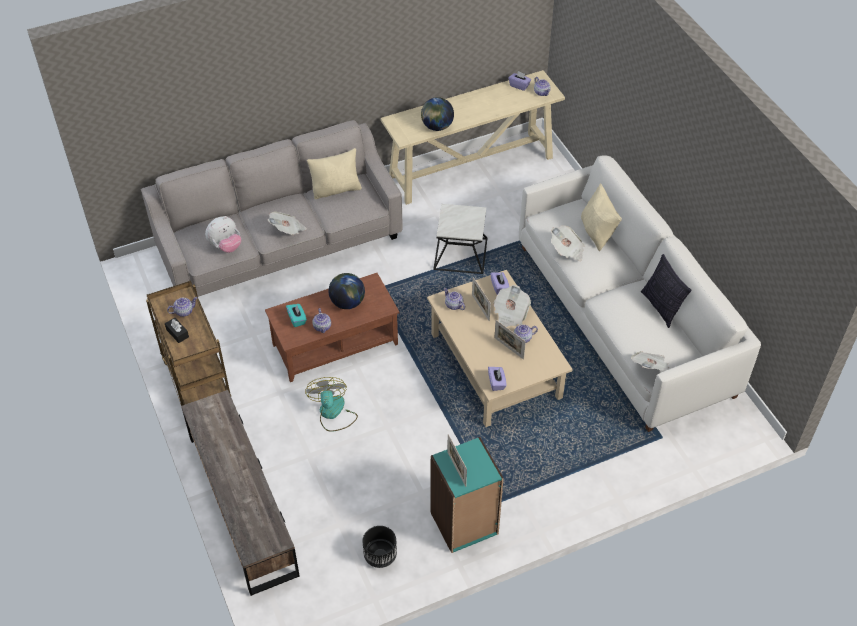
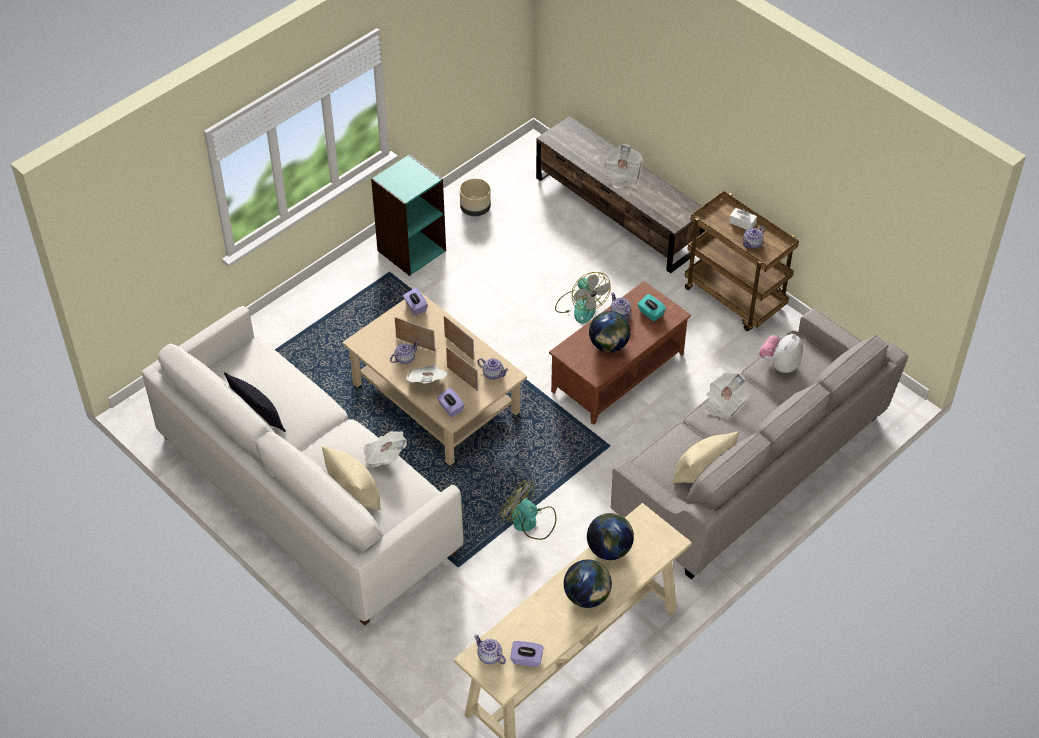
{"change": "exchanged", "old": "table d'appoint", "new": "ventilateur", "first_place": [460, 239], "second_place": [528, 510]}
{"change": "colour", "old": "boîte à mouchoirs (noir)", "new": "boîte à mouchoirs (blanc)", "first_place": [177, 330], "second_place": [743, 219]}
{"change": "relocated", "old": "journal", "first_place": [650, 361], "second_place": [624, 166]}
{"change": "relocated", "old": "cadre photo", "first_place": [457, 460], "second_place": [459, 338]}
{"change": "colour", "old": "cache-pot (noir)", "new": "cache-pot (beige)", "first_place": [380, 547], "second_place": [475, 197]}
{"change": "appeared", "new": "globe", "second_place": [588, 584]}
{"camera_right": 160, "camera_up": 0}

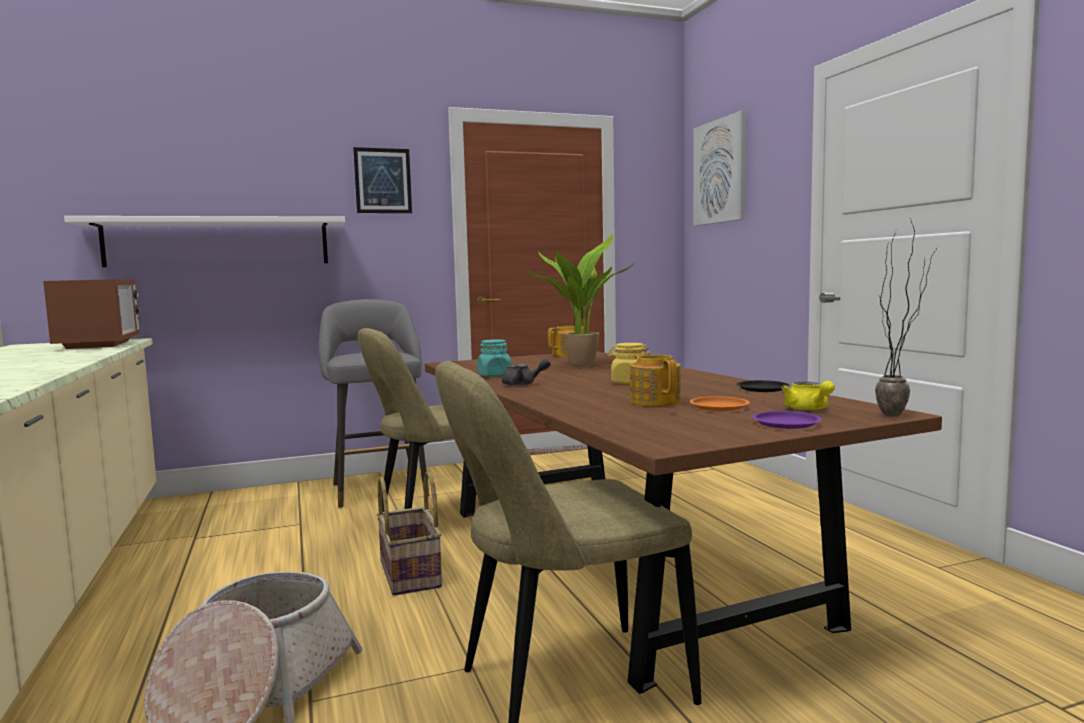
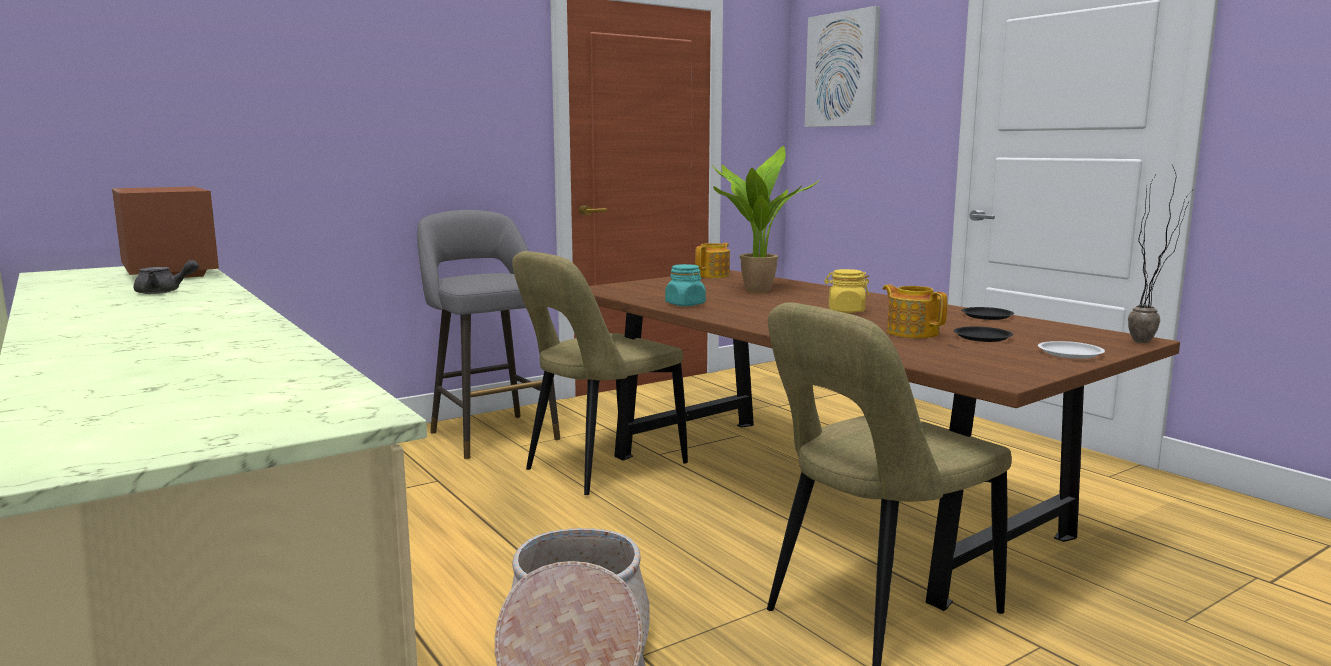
{"change": "missing", "old": "tableau", "first_place": [382, 180]}
{"change": "missing", "old": "étagère (blanc)", "first_place": [204, 241]}
{"change": "relocated", "old": "théière (gris)", "first_place": [526, 372], "second_place": [166, 277]}
{"change": "missing", "old": "théière (jaune)", "first_place": [808, 395]}
{"change": "colour", "old": "assiette (orange)", "new": "assiette (noir)", "first_place": [720, 403], "second_place": [983, 334]}
{"change": "colour", "old": "assiette (violet)", "new": "assiette (blanc)", "first_place": [787, 420], "second_place": [1071, 350]}
{"change": "missing", "old": "panier", "first_place": [409, 533]}
{"camera_right": -15, "camera_up": 5}

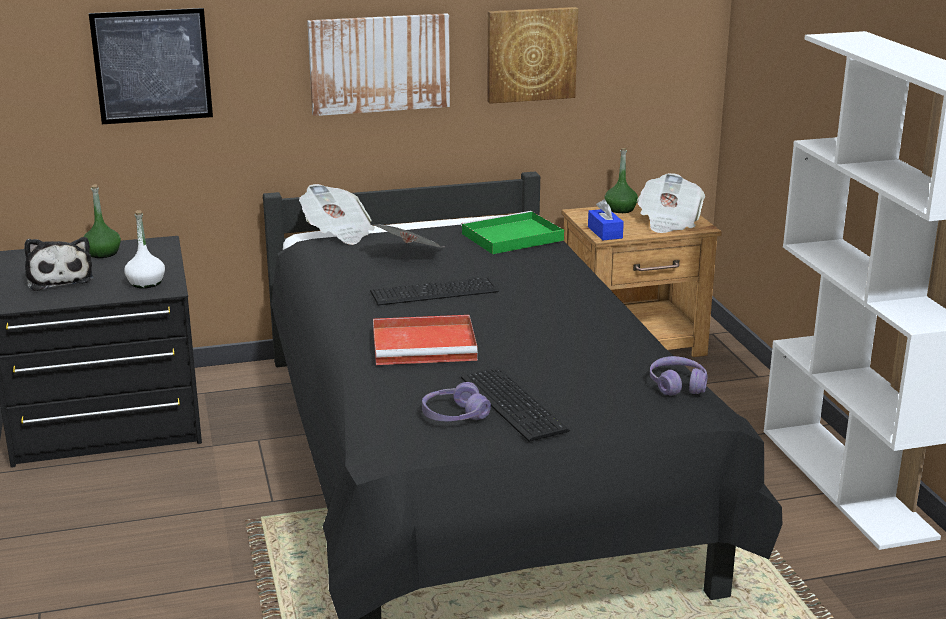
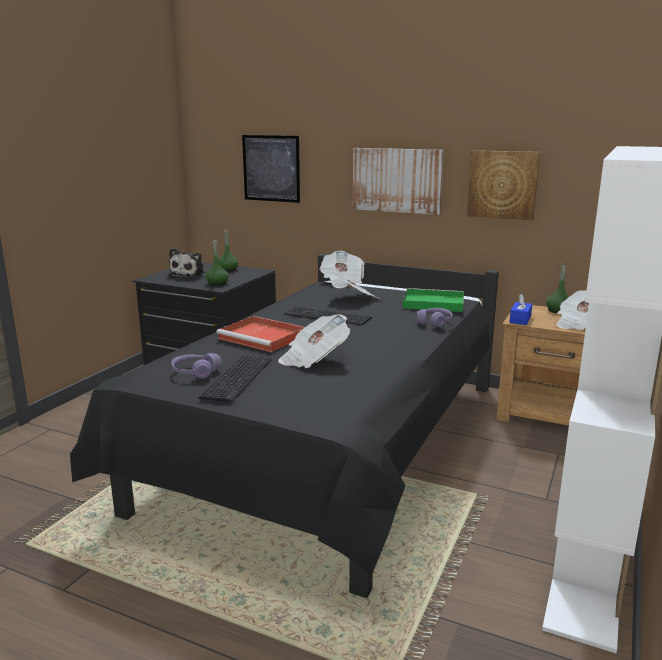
{"change": "colour", "old": "bouteille (blanc)", "new": "bouteille (vert)", "first_place": [144, 249], "second_place": [217, 263]}
{"change": "relocated", "old": "casque audio (violet)", "first_place": [678, 376], "second_place": [435, 317]}
{"change": "appeared", "new": "journal", "second_place": [314, 341]}
{"camera_right": 40, "camera_up": -5}

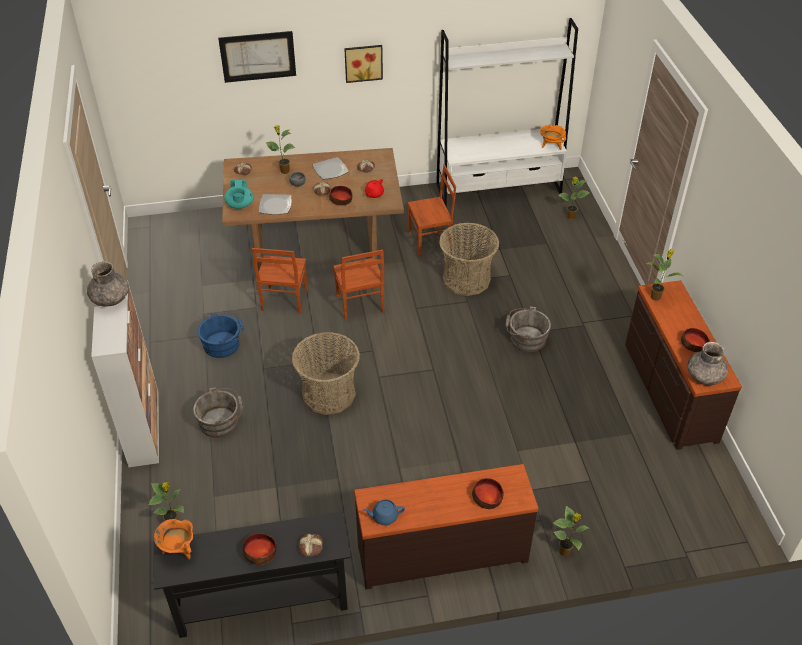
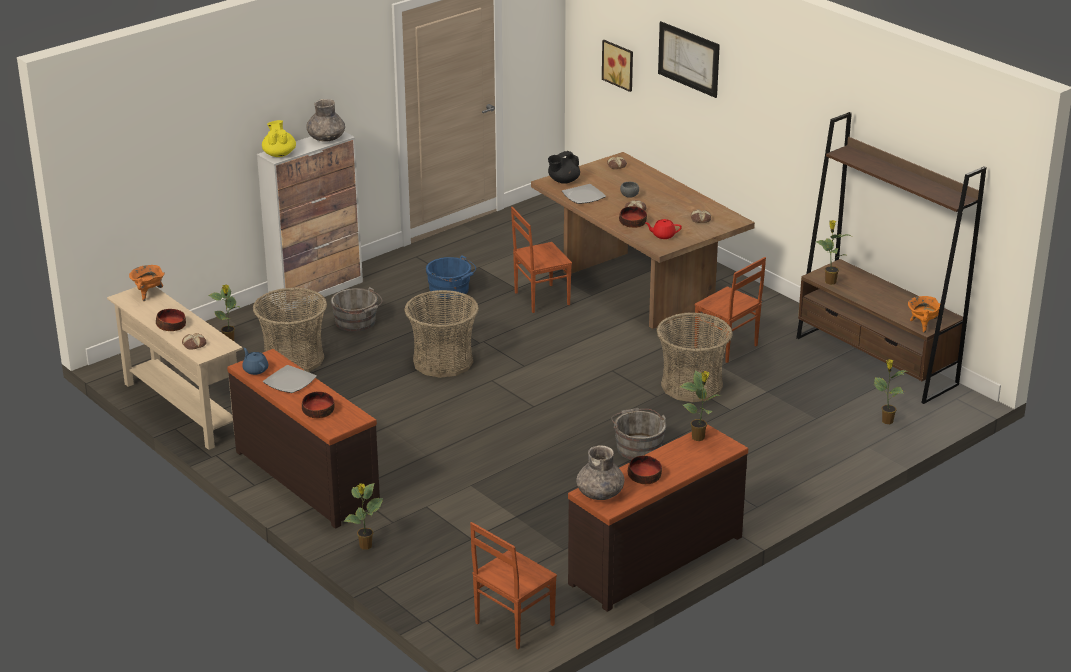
{"change": "colour", "old": "bibliothèque (blanc)", "new": "bibliothèque (marron)", "first_place": [507, 112], "second_place": [891, 258]}
{"change": "relocated", "old": "tableau", "first_place": [363, 64], "second_place": [617, 66]}
{"change": "relocated", "old": "plante en pot", "first_place": [281, 149], "second_place": [833, 252]}
{"change": "relocated", "old": "assiette", "first_place": [331, 168], "second_place": [290, 379]}
{"change": "colour", "old": "théière (turquoise)", "new": "théière (noir)", "first_place": [239, 194], "second_place": [564, 167]}
{"change": "relocated", "old": "chaise (marron)", "first_place": [358, 285], "second_place": [513, 585]}
{"change": "colour", "old": "table console (noir)", "new": "table console (beige)", "first_place": [252, 574], "second_place": [175, 368]}
{"change": "appeared", "new": "théière (jaune)", "second_place": [279, 138]}
{"change": "appeared", "new": "panier", "second_place": [290, 329]}
{"camera_right": 60, "camera_up": -15}

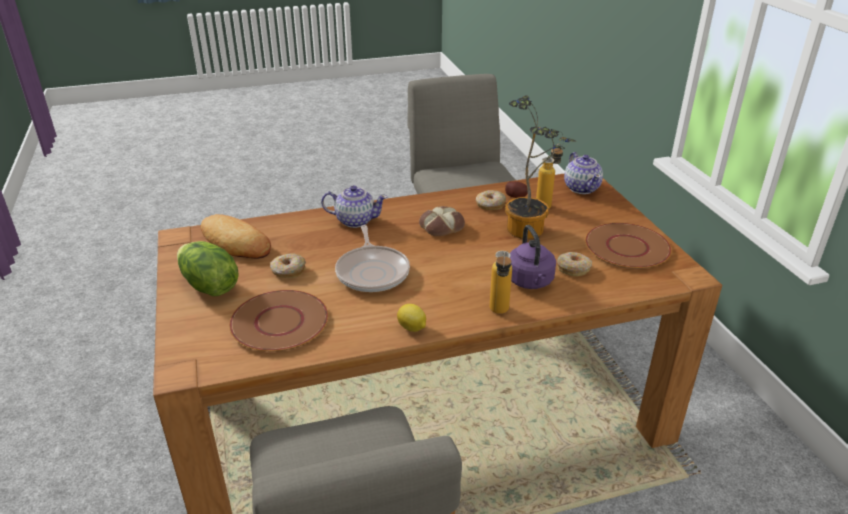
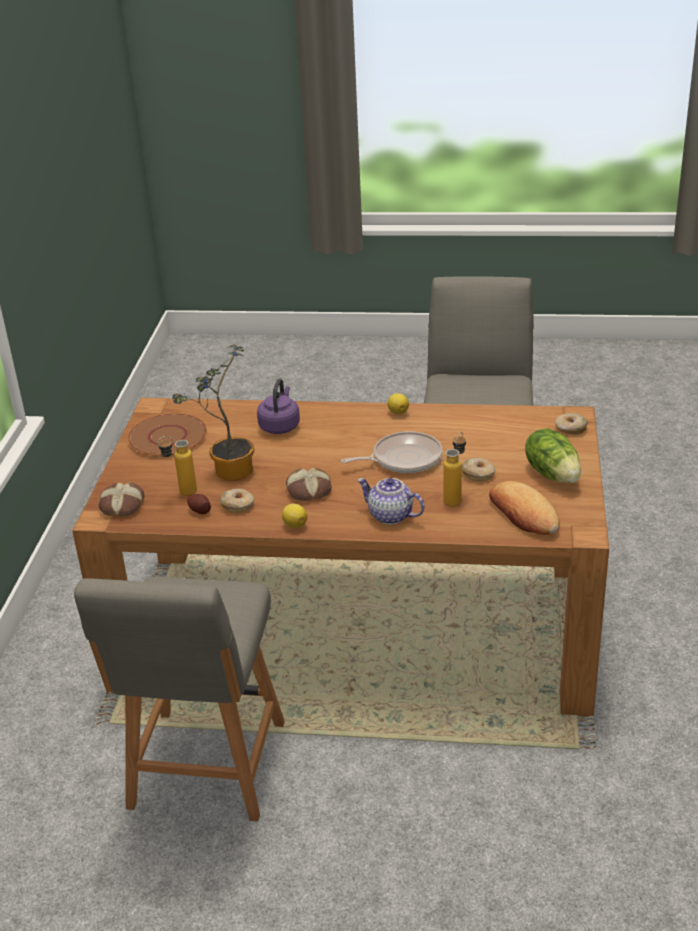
{"change": "exchanged", "old": "théière", "new": "pain", "first_place": [583, 173], "second_place": [121, 499]}
{"change": "spun", "old": "poêle", "first_place": [372, 258], "second_place": [392, 452], "degrees": 60}
{"change": "relocated", "old": "bouteille", "first_place": [501, 282], "second_place": [454, 469]}
{"change": "relocated", "old": "beignet", "first_place": [574, 264], "second_place": [571, 424]}
{"change": "missing", "old": "assiette (marron)", "first_place": [278, 321]}
{"change": "appeared", "new": "citron", "second_place": [294, 516]}
{"camera_right": -155, "camera_up": 0}

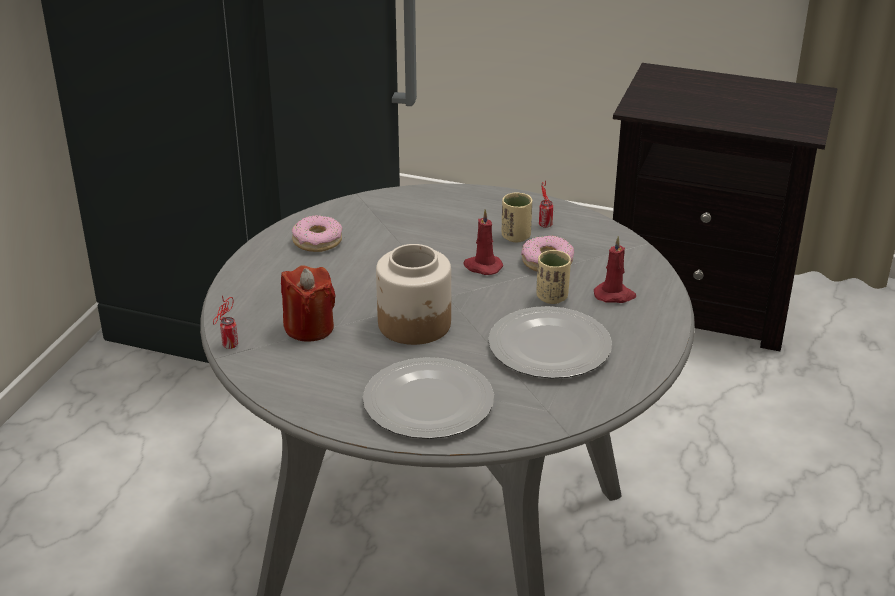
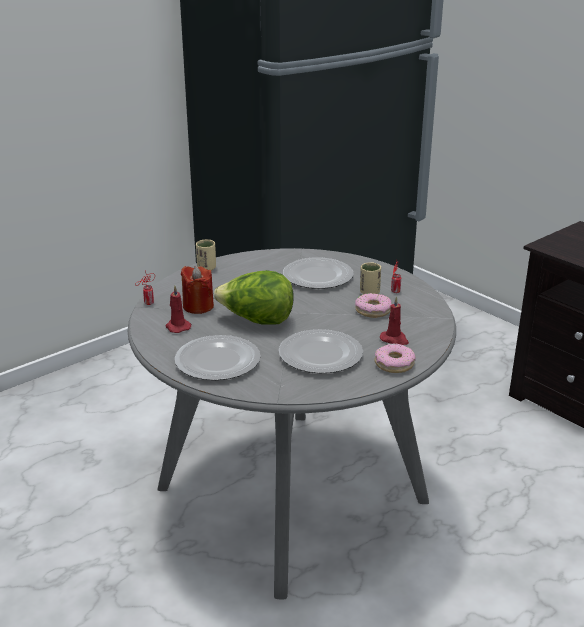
{"change": "relocated", "old": "bougie (rouge)", "first_place": [483, 242], "second_place": [178, 309]}
{"change": "relocated", "old": "beignet", "first_place": [317, 233], "second_place": [395, 358]}
{"change": "exchanged", "old": "bocal", "new": "laitue", "first_place": [413, 294], "second_place": [254, 297]}
{"change": "relocated", "old": "tasse (beige)", "first_place": [553, 277], "second_place": [206, 255]}
{"change": "appeared", "new": "assiette", "second_place": [318, 273]}
{"camera_right": 30, "camera_up": -5}

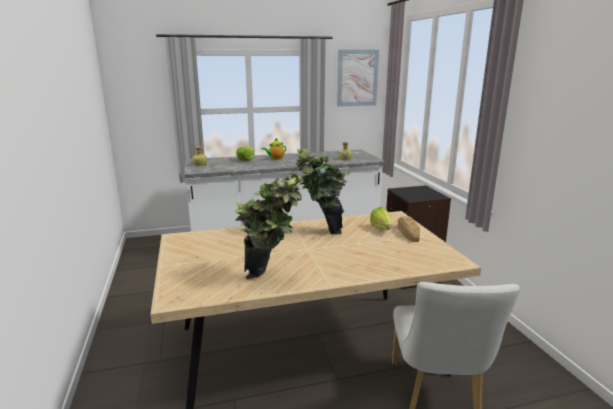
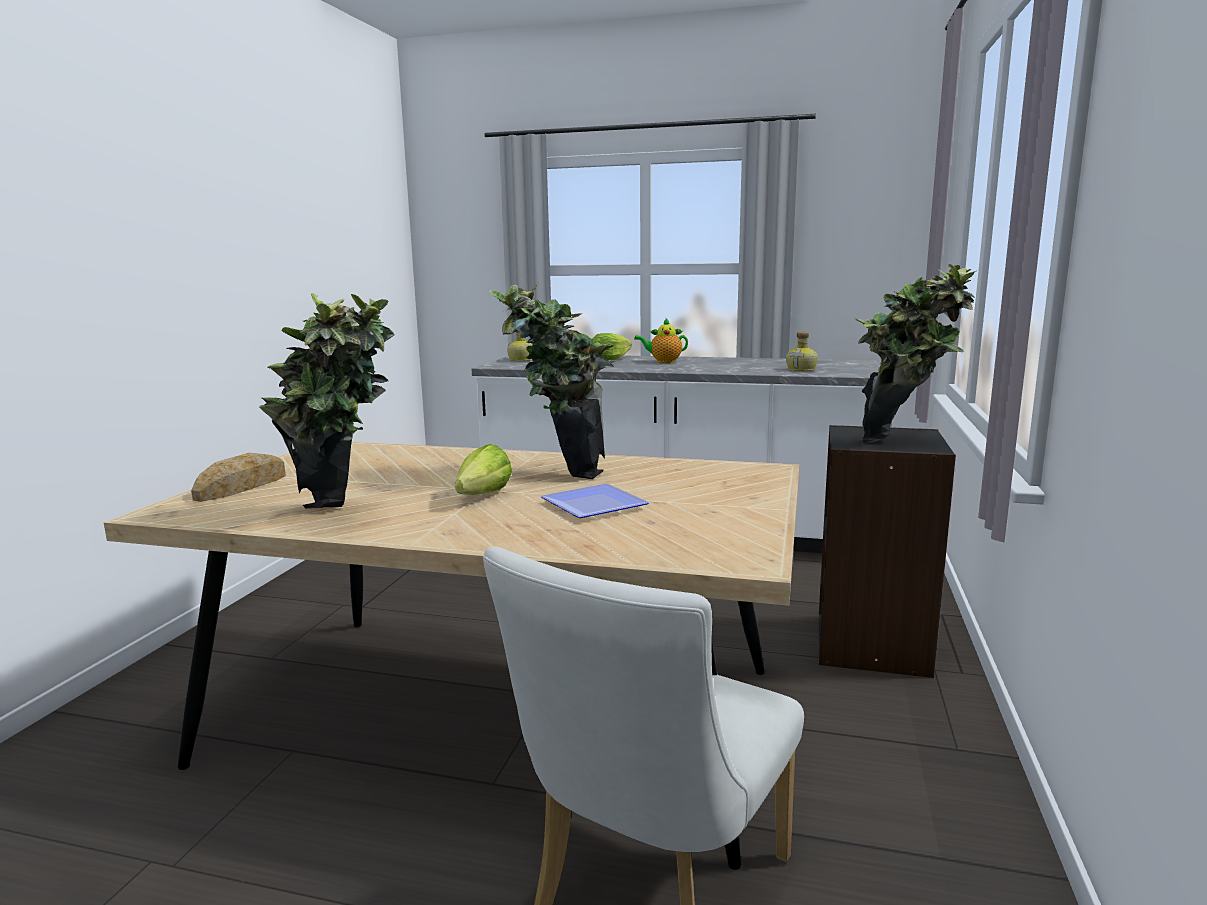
{"change": "missing", "old": "tableau", "first_place": [358, 78]}
{"change": "relocated", "old": "laitue", "first_place": [381, 218], "second_place": [483, 469]}
{"change": "relocated", "old": "pain", "first_place": [409, 229], "second_place": [238, 477]}
{"change": "appeared", "new": "plante en pot", "second_place": [915, 353]}
{"change": "appeared", "new": "assiette", "second_place": [595, 501]}
{"camera_right": 30, "camera_up": -5}

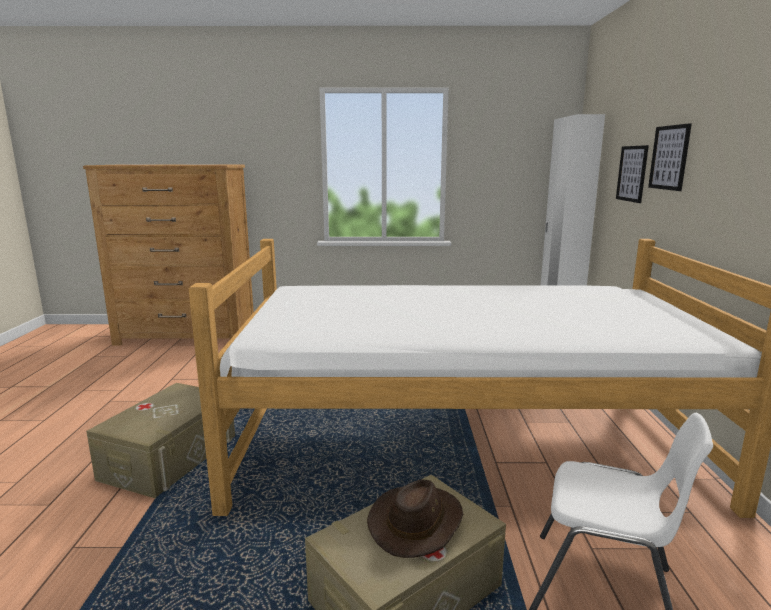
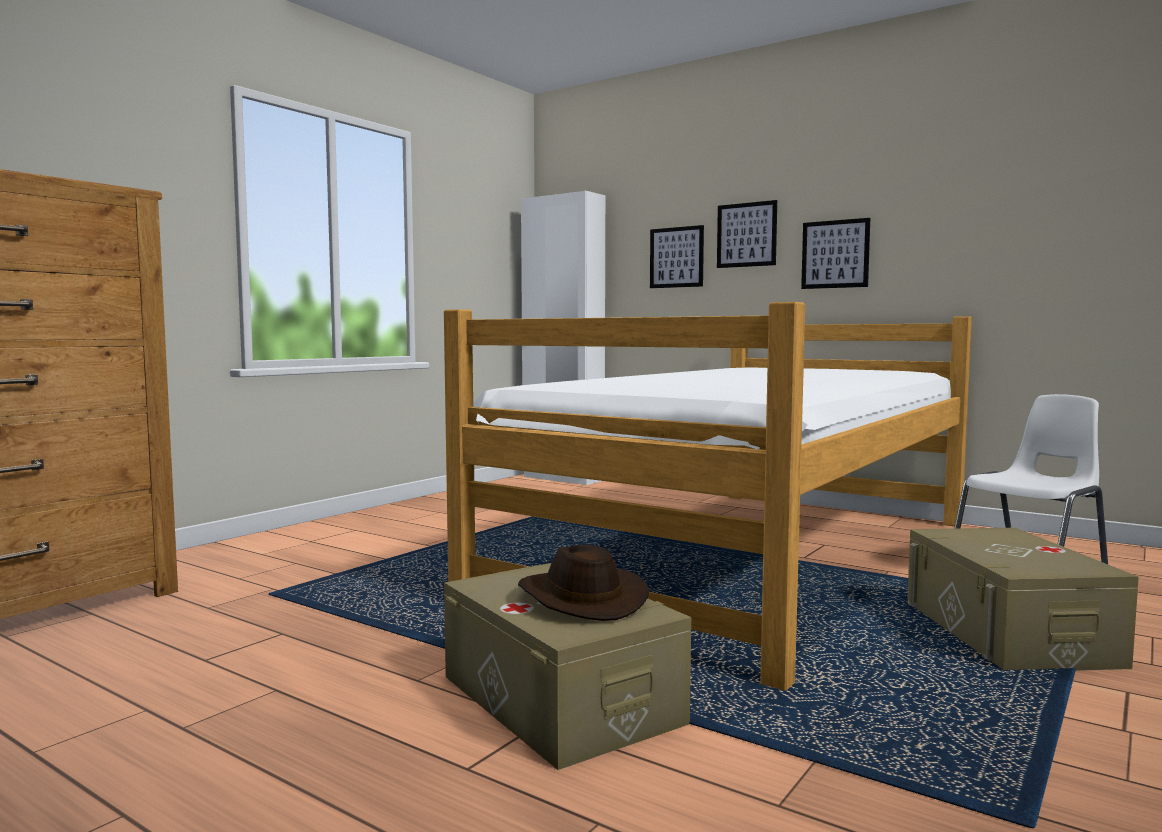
{"change": "relocated", "old": "chapeau (marron)", "first_place": [415, 519], "second_place": [584, 583]}
{"change": "appeared", "new": "tableau", "second_place": [835, 253]}
{"camera_right": -55, "camera_up": -10}

